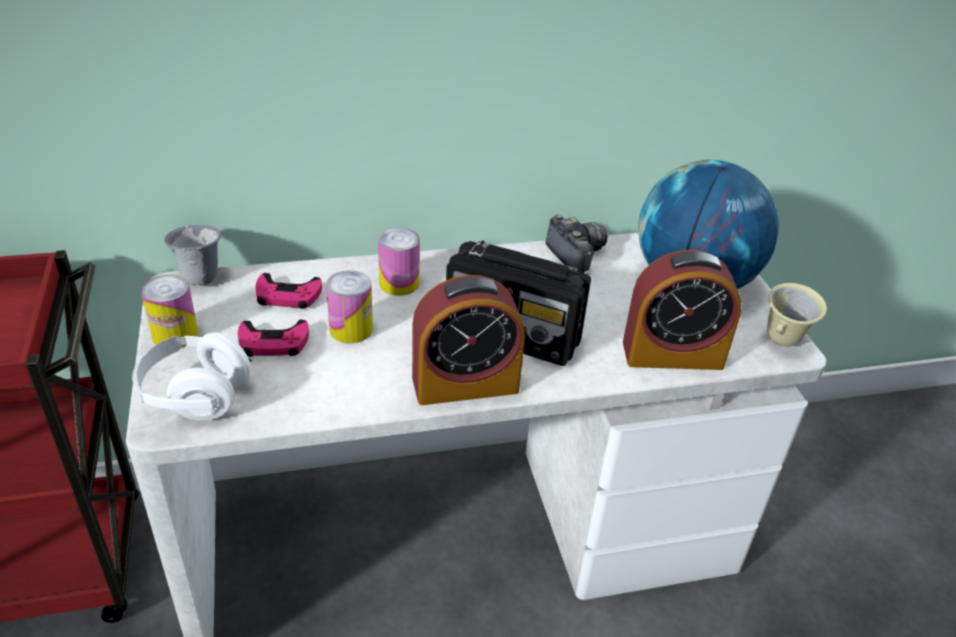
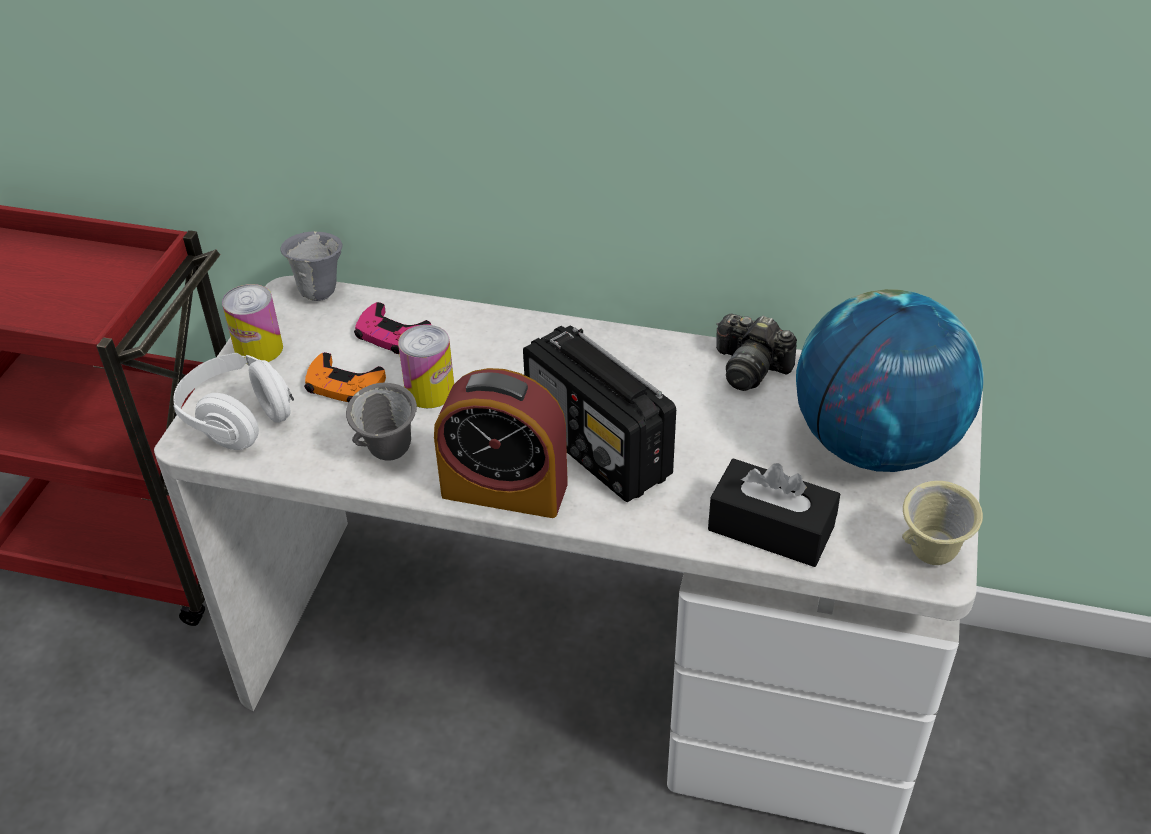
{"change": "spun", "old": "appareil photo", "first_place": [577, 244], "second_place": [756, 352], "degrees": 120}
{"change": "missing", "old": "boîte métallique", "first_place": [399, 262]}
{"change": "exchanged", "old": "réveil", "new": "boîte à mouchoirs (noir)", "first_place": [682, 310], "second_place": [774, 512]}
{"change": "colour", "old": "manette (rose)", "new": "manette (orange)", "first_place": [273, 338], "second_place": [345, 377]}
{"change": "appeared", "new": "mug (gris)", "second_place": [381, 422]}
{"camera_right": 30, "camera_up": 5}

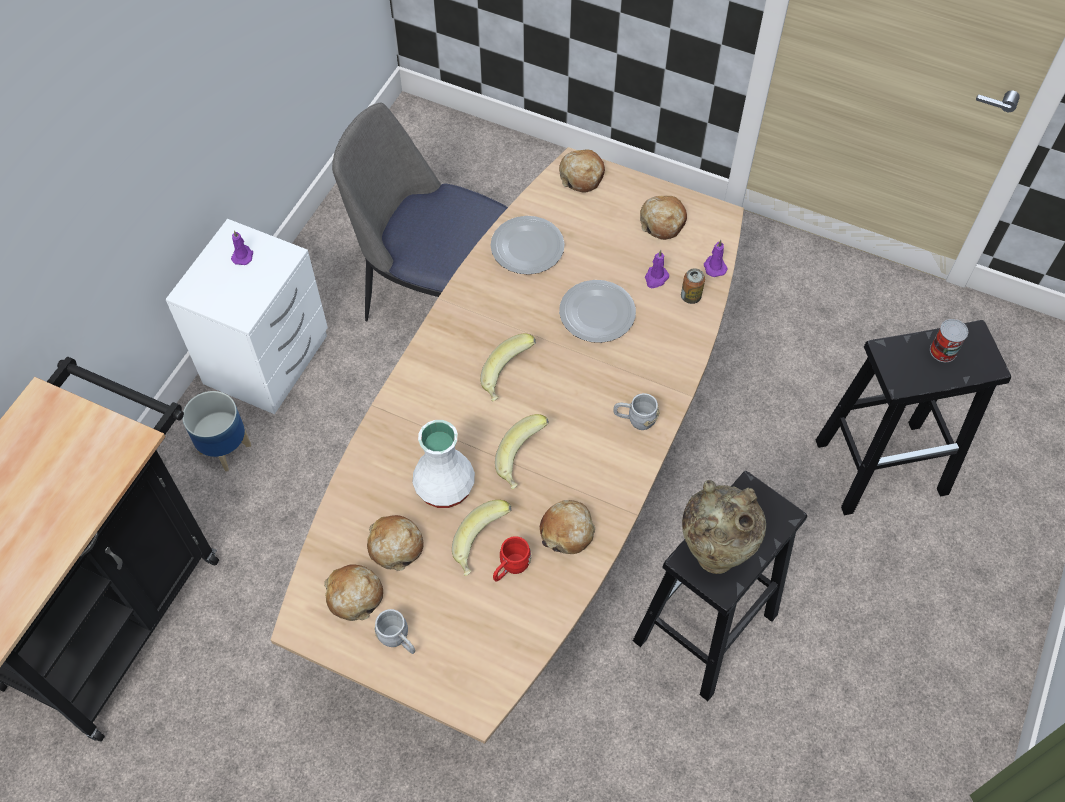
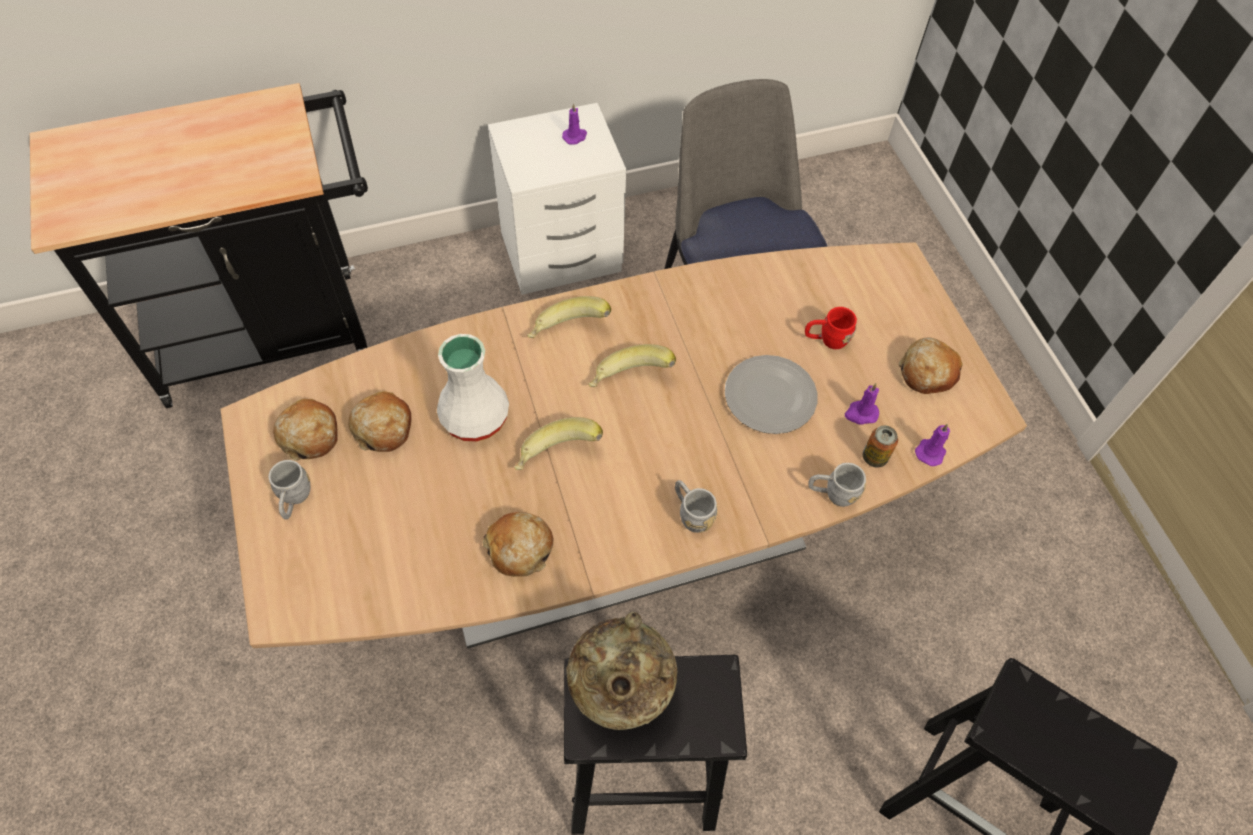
{"change": "missing", "old": "pain", "first_place": [582, 171]}
{"change": "missing", "old": "assiette", "first_place": [527, 245]}
{"change": "missing", "old": "boîte métallique", "first_place": [949, 340]}
{"change": "missing", "old": "cache-pot", "first_place": [216, 431]}
{"change": "relocated", "old": "banane", "first_place": [481, 538], "second_place": [569, 317]}
{"change": "relocated", "old": "mug (rouge)", "first_place": [512, 559], "second_place": [831, 328]}
{"change": "appeared", "new": "mug (gris)", "second_place": [837, 485]}
{"camera_right": 45, "camera_up": 0}

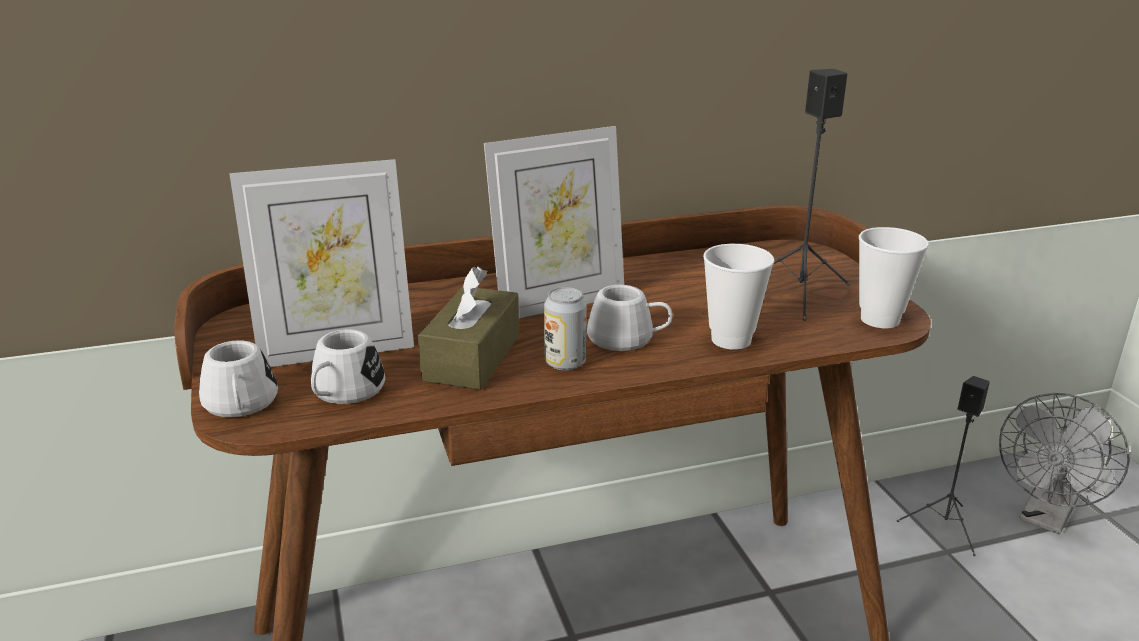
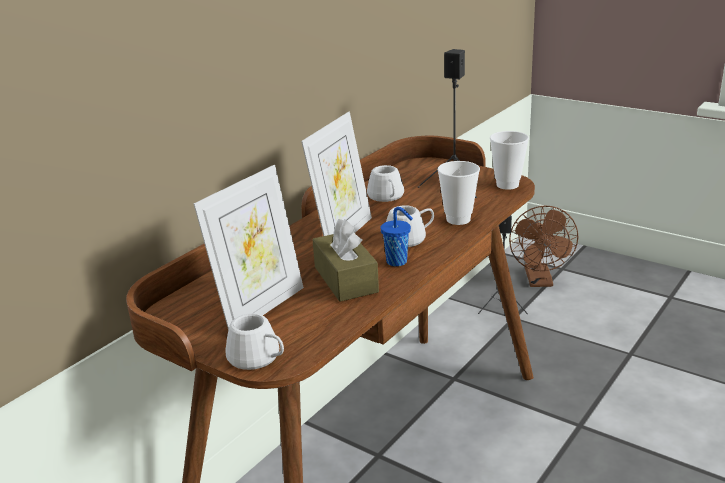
{"change": "exchanged", "old": "boîte métallique", "new": "tasse (bleu)", "first_place": [565, 329], "second_place": [397, 236]}
{"change": "relocated", "old": "mug (blanc)", "first_place": [348, 366], "second_place": [385, 183]}
{"change": "colour", "old": "ventilateur (gris)", "new": "ventilateur (marron)", "first_place": [1064, 463], "second_place": [544, 246]}
{"camera_right": -35, "camera_up": 0}

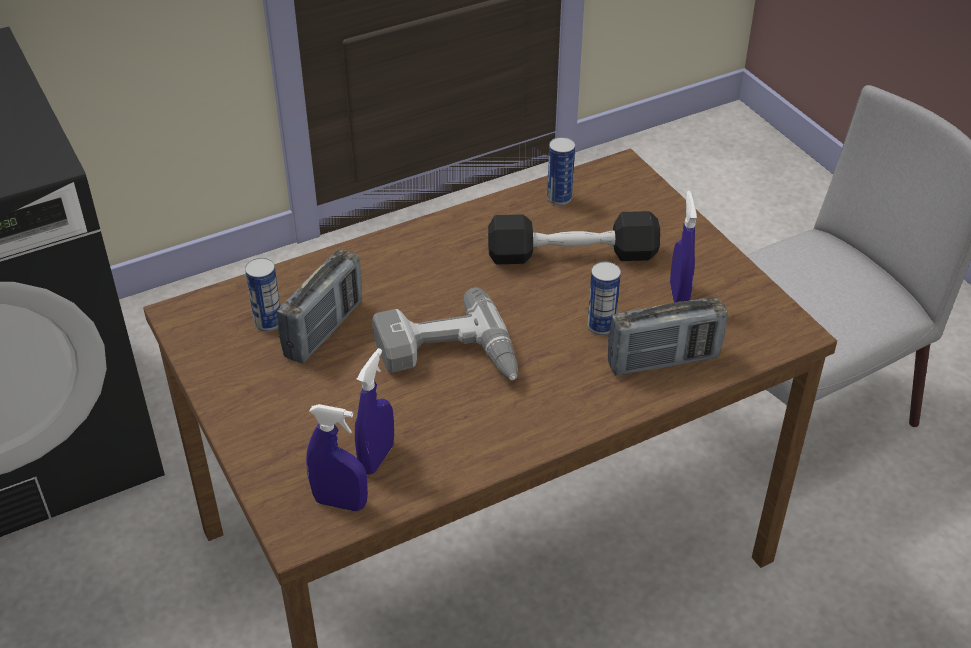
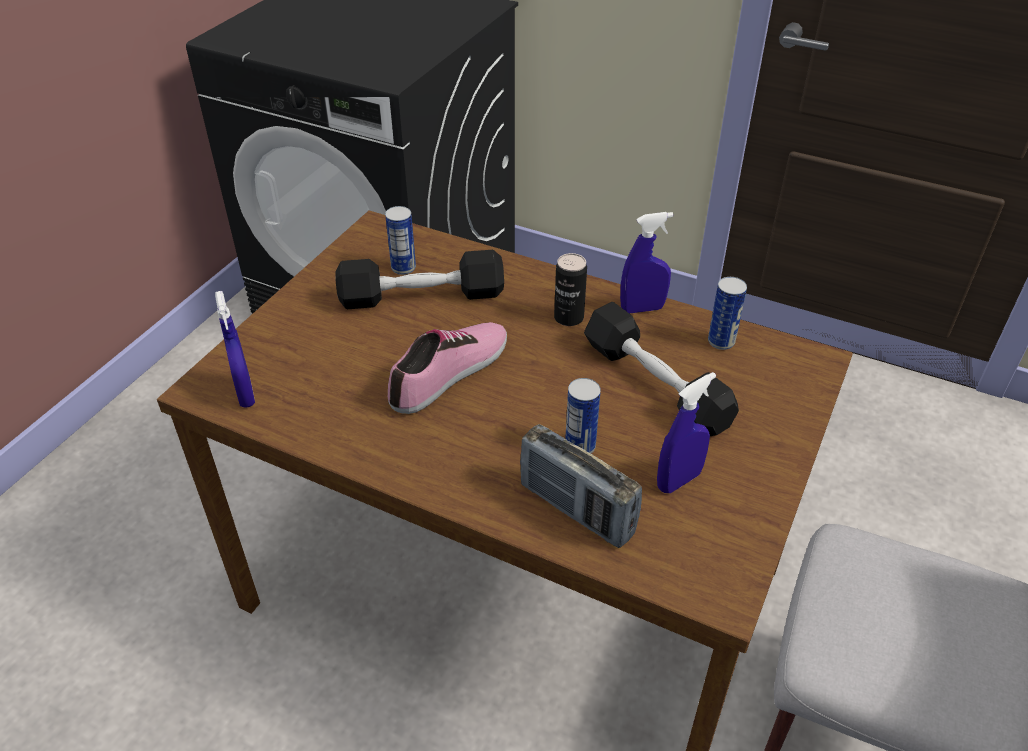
{"change": "exchanged", "old": "radio", "new": "haltère (noir)", "first_place": [319, 306], "second_place": [419, 279]}
{"change": "exchanged", "old": "perceuse", "new": "chaussure", "first_place": [445, 333], "second_place": [447, 368]}
{"change": "relocated", "old": "vaporisateur (bleu)", "first_place": [374, 411], "second_place": [646, 262]}
{"change": "appeared", "new": "boîte métallique", "second_place": [570, 289]}
{"camera_right": 55, "camera_up": 0}

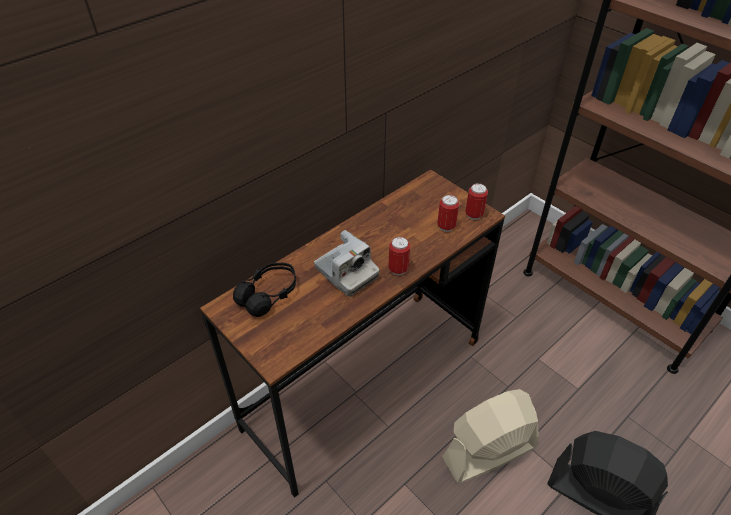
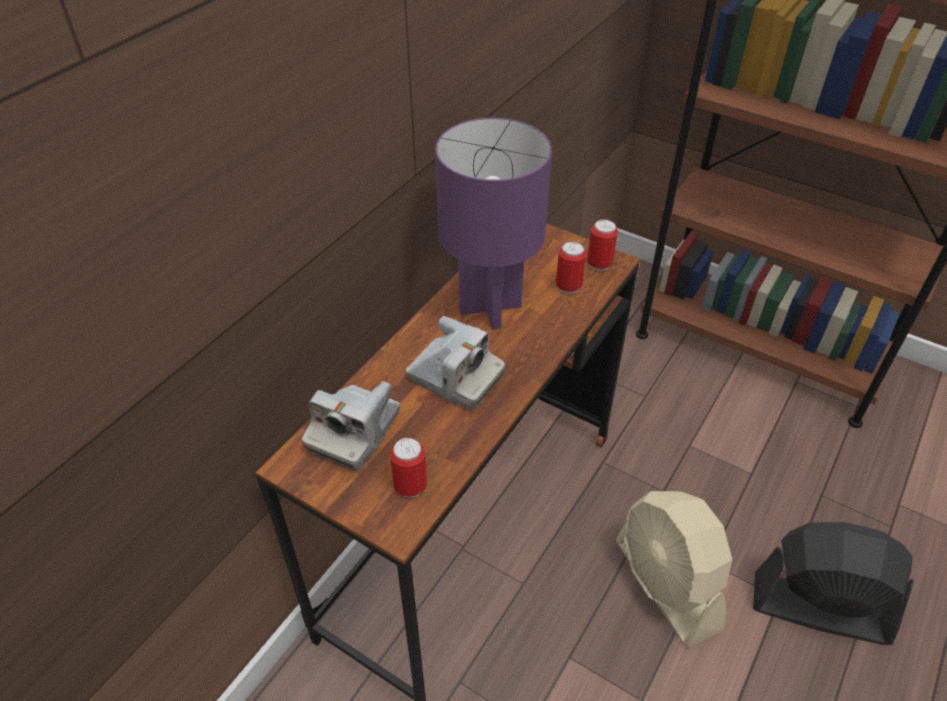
{"change": "relocated", "old": "boîte métallique", "first_place": [399, 256], "second_place": [408, 467]}
{"change": "exchanged", "old": "casque audio (noir)", "new": "appareil photo", "first_place": [264, 290], "second_place": [351, 426]}
{"change": "spun", "old": "ventilateur (beige)", "first_place": [490, 436], "second_place": [674, 569], "degrees": -75}
{"change": "appeared", "new": "lampe de table (violet)", "second_place": [493, 223]}
{"camera_right": -15, "camera_up": 0}

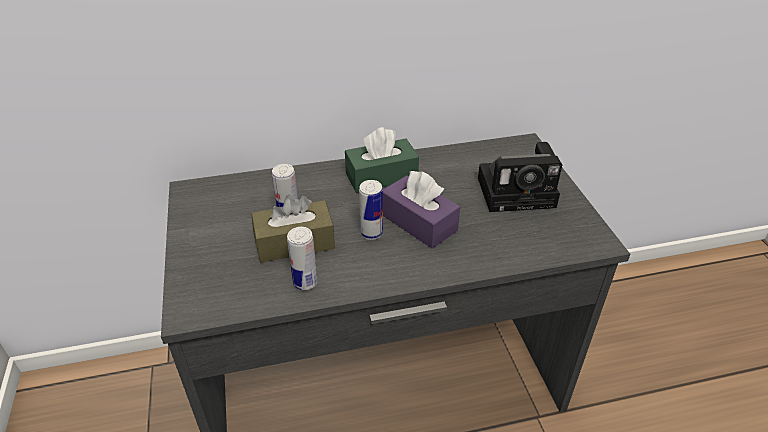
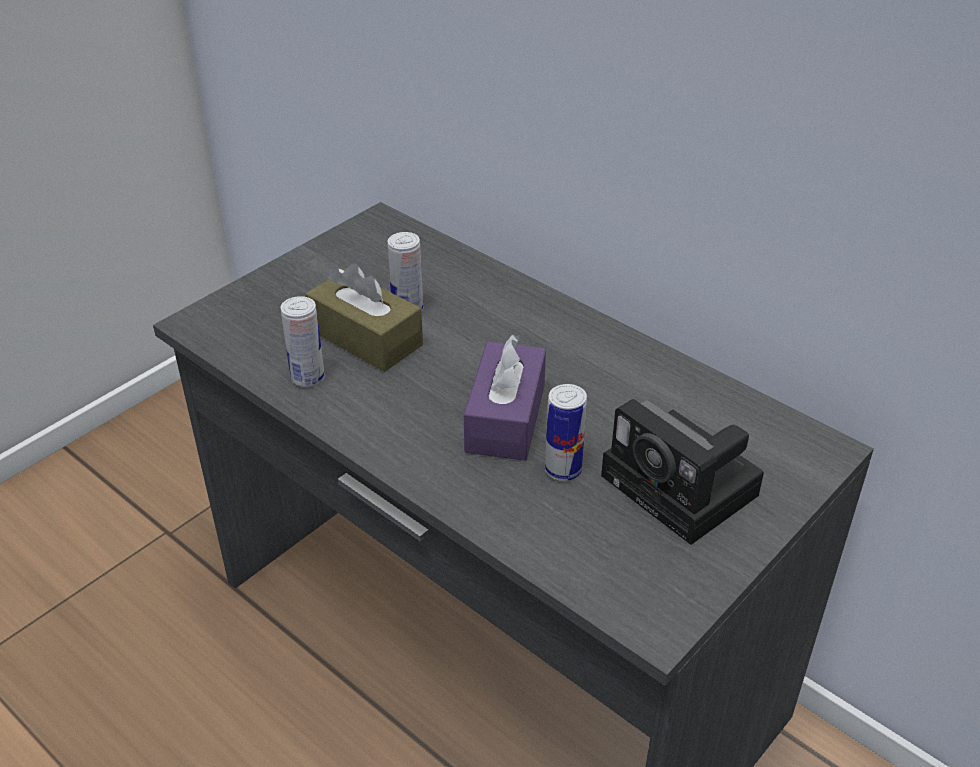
{"change": "missing", "old": "boîte à mouchoirs (vert)", "first_place": [382, 160]}
{"change": "relocated", "old": "boîte métallique", "first_place": [371, 210], "second_place": [566, 432]}
{"camera_right": 55, "camera_up": 0}

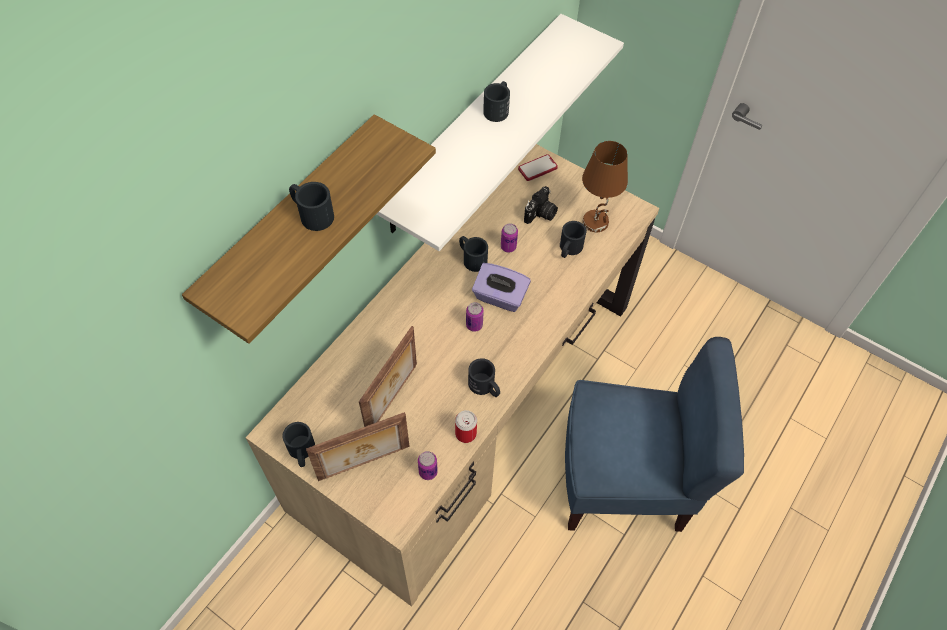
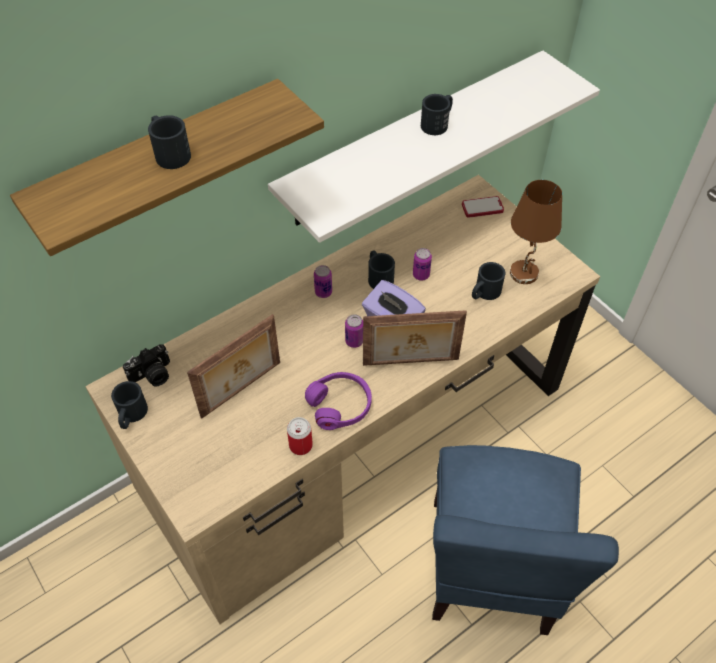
{"change": "relocated", "old": "appareil photo", "first_place": [541, 205], "second_place": [146, 365]}
{"change": "spun", "old": "chaise (bleu)", "first_place": [654, 434], "second_place": [525, 540], "degrees": 75}
{"change": "exchanged", "old": "mug (noir)", "new": "casque audio (violet)", "first_place": [484, 377], "second_place": [338, 401]}
{"change": "relocated", "old": "cadre photo", "first_place": [358, 446], "second_place": [415, 338]}
{"change": "relocated", "old": "boîte métallique", "first_place": [428, 465], "second_place": [323, 281]}
{"camera_right": 20, "camera_up": -5}

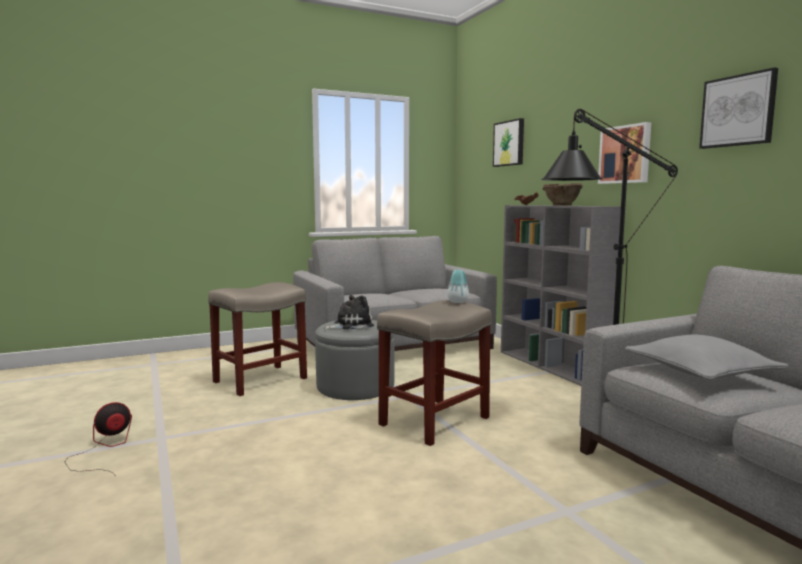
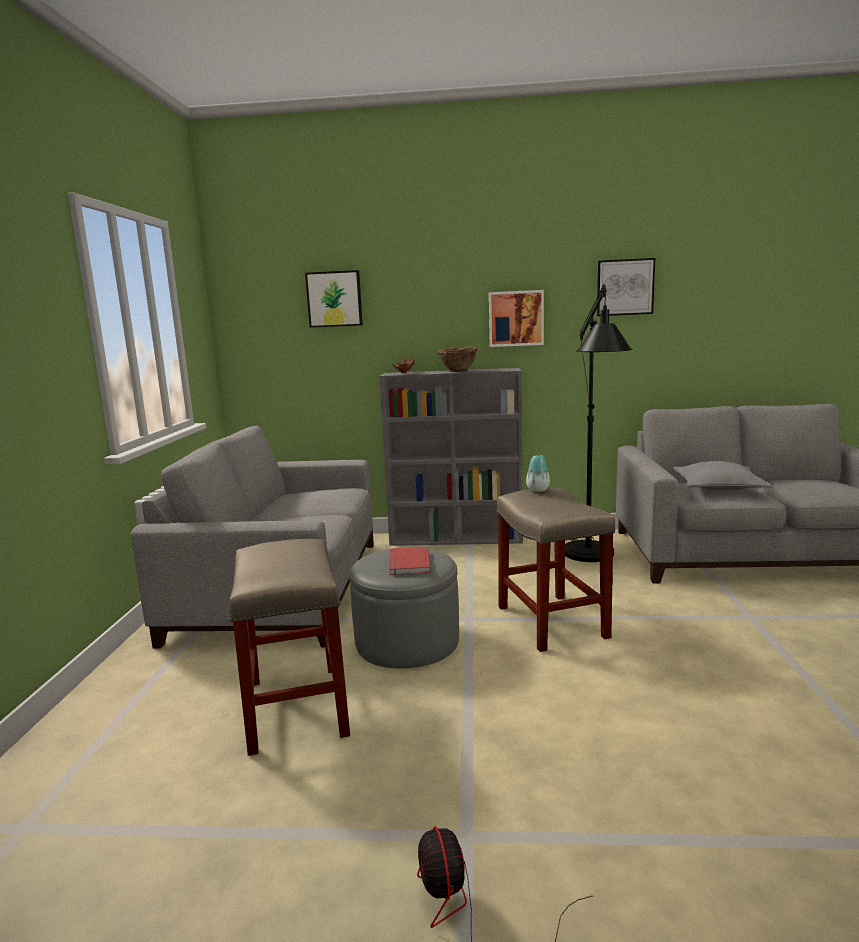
{"change": "exchanged", "old": "peluche", "new": "livre (rouge)", "first_place": [349, 312], "second_place": [410, 561]}
{"camera_right": -60, "camera_up": 5}

